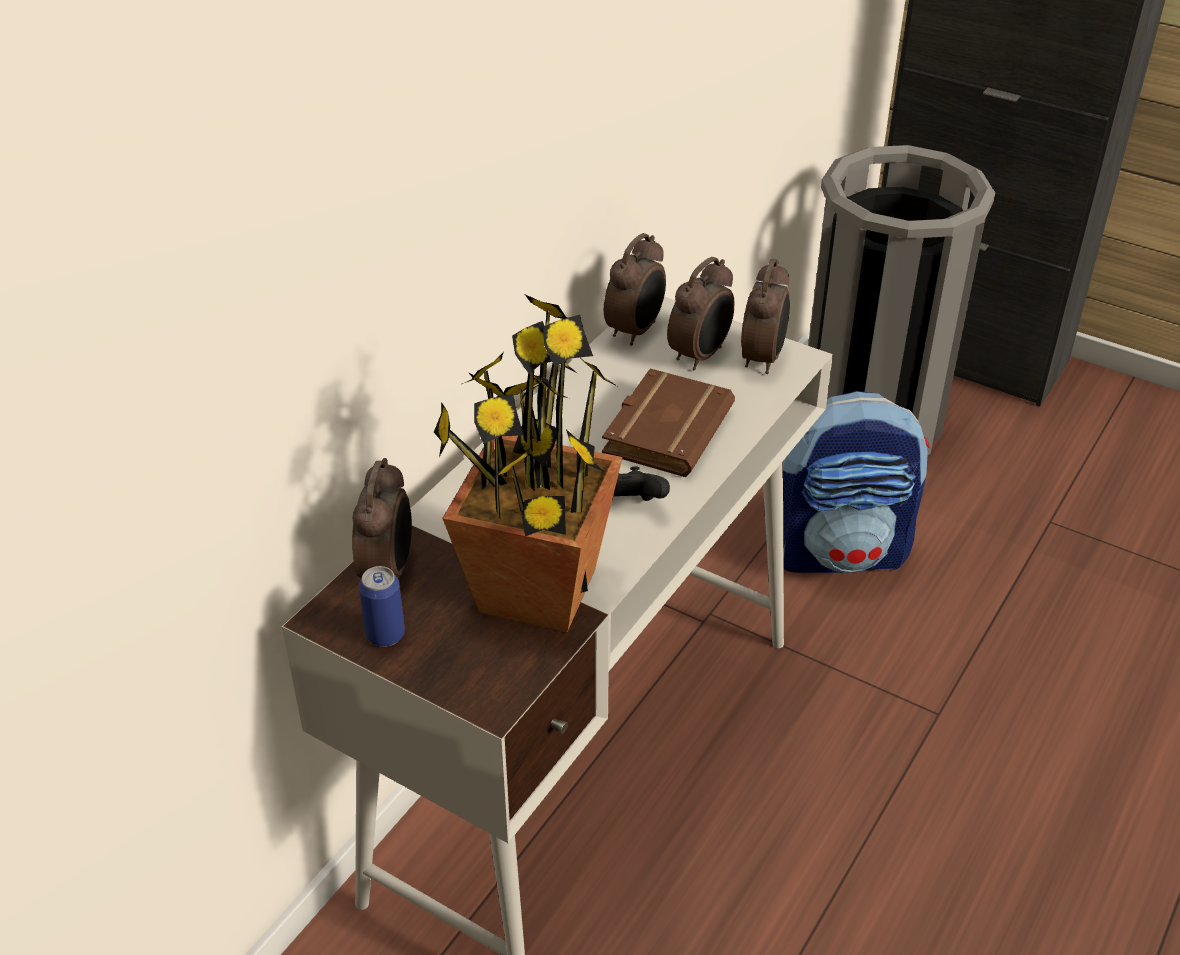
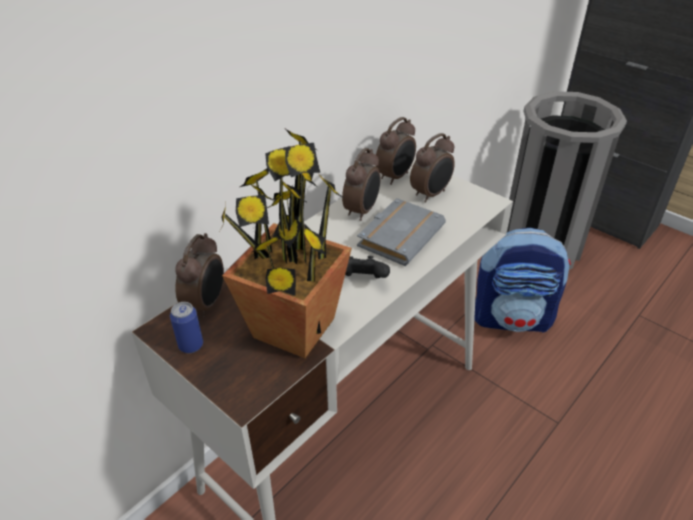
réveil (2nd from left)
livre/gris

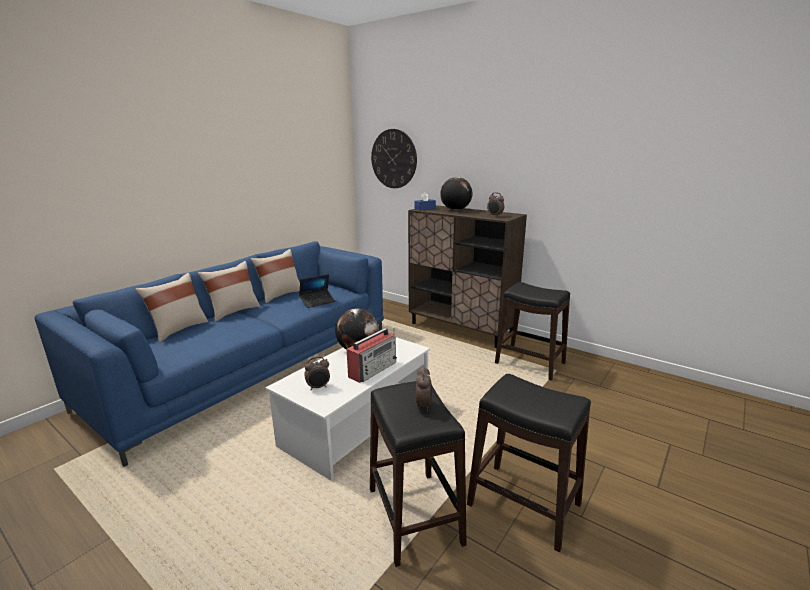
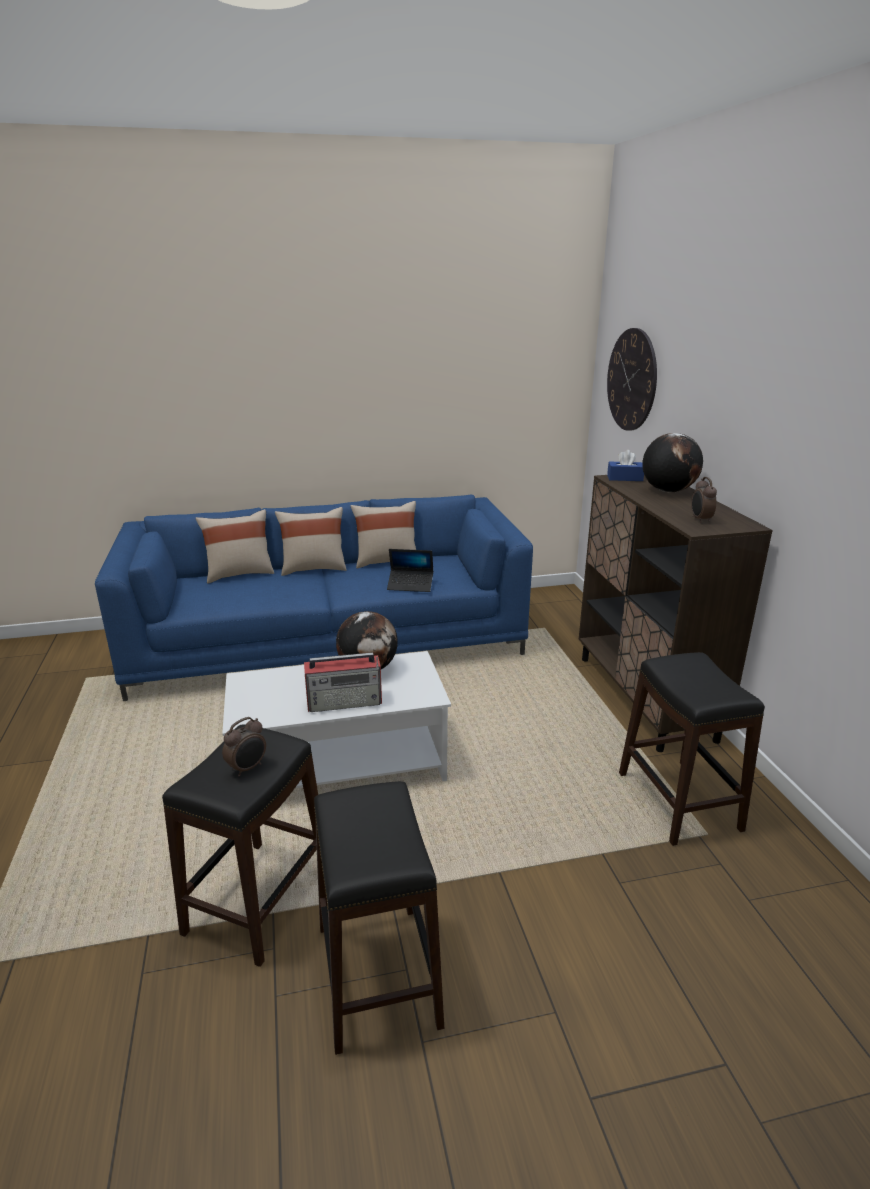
réveil (1st from left in the first image)

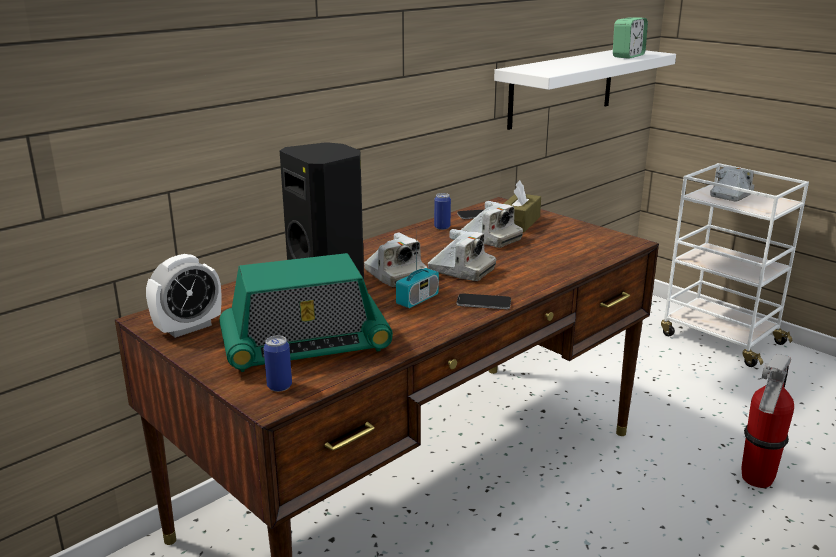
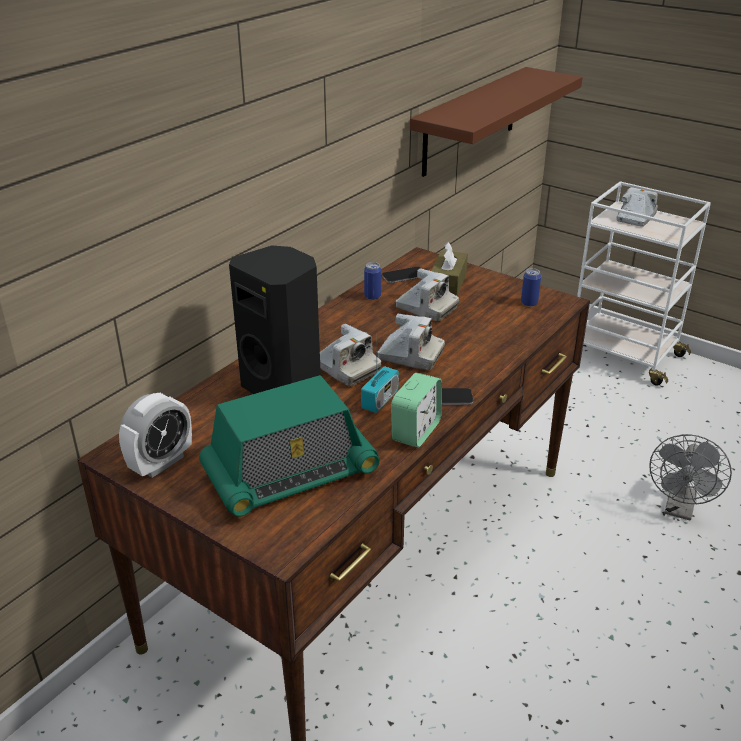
réveil (2nd from left)
étagère/marron
boîte métallique (2nd from left)
ventilateur/gris

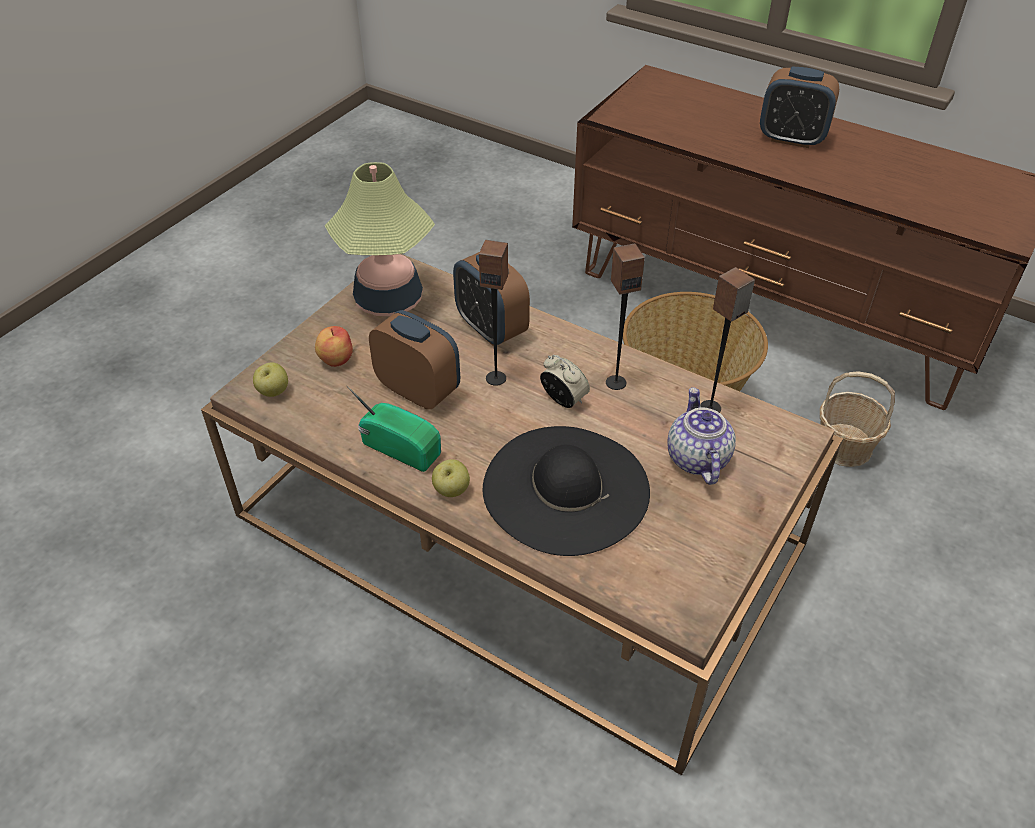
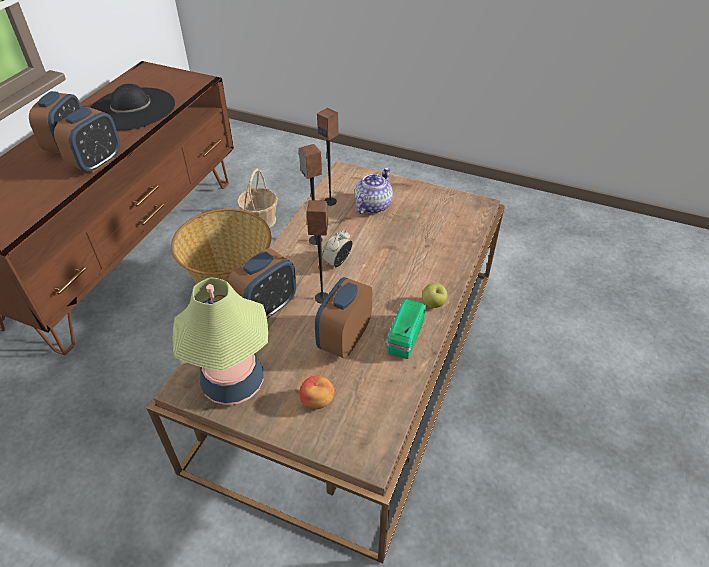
pomme (1st from left in the first image)
théière
chapeau/noir
réveil (2nd from left)

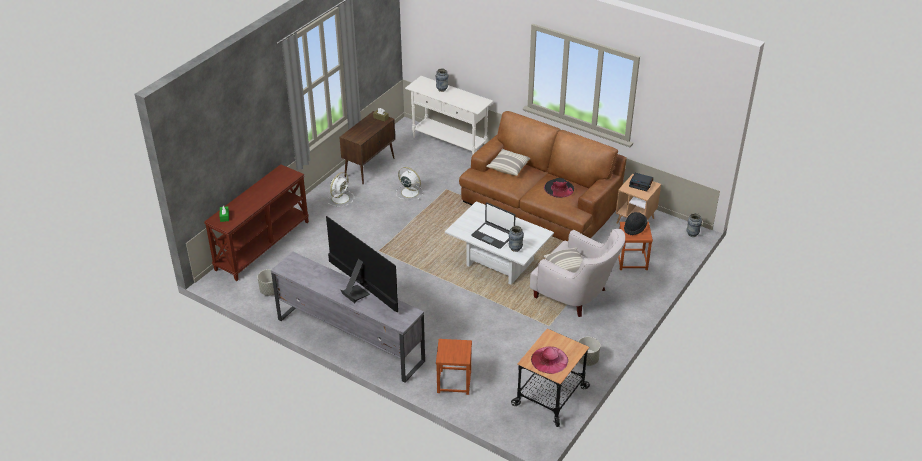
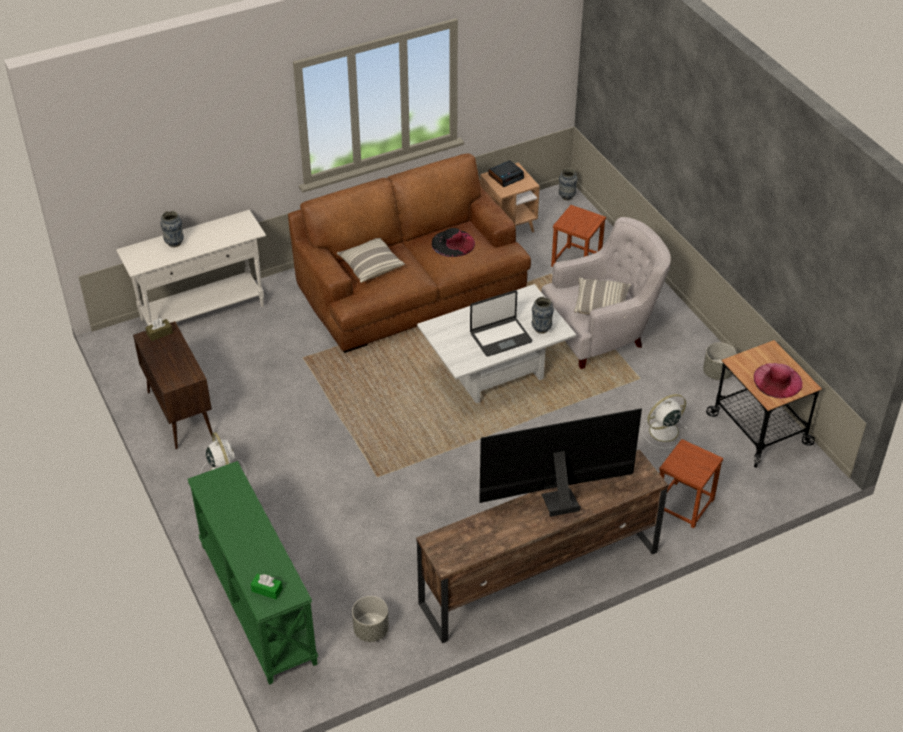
table console/vert
ventilateur/blanc (2nd from left)
chapeau/noir (2nd from left in the first image)
meuble télé/marron

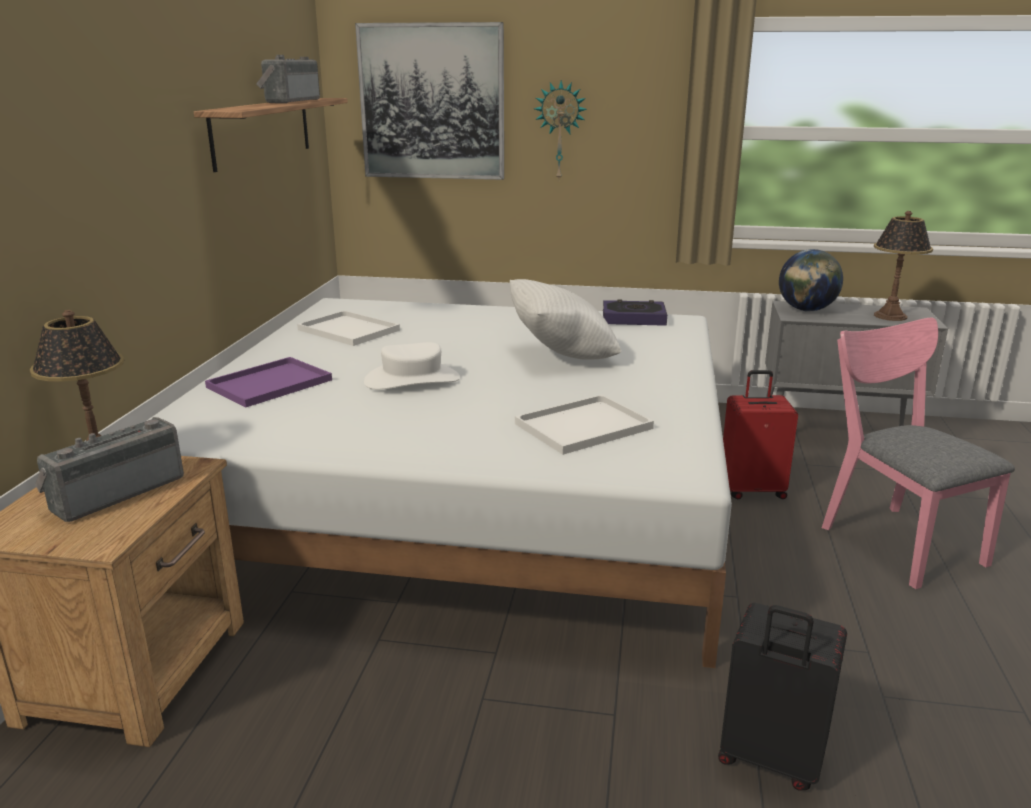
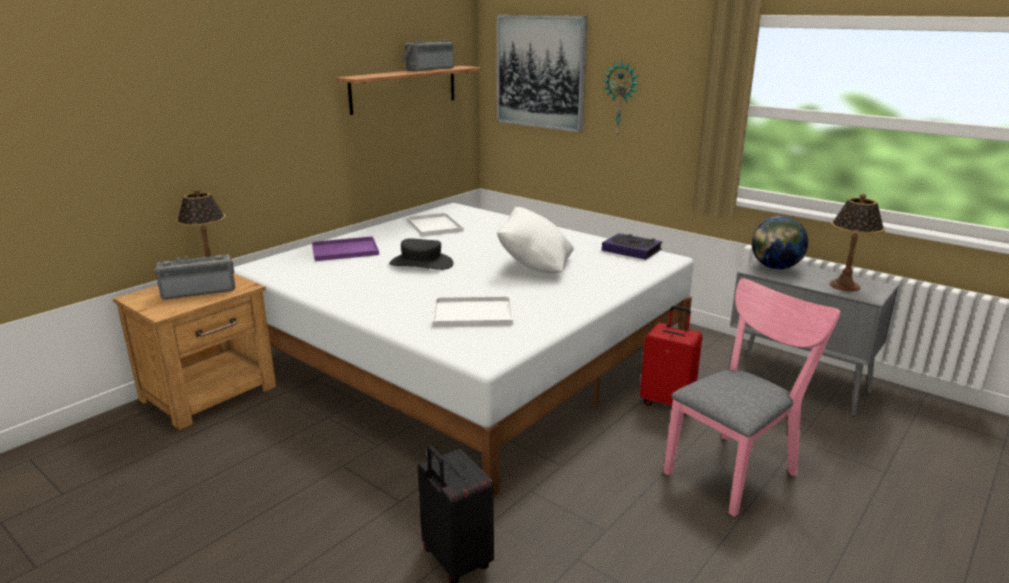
chaise/rose
chapeau/noir

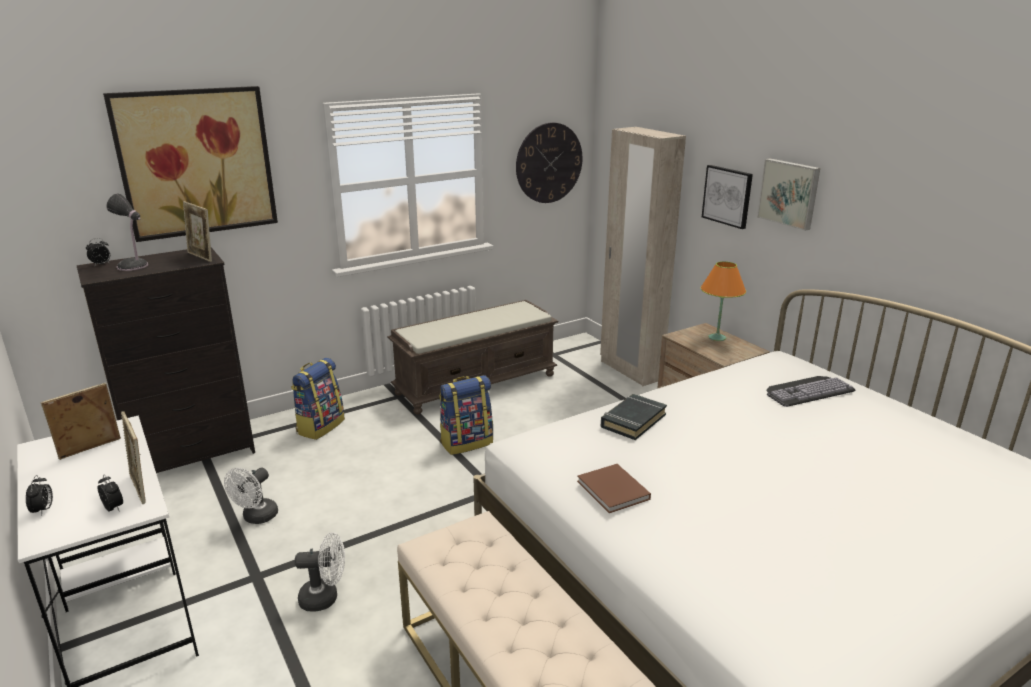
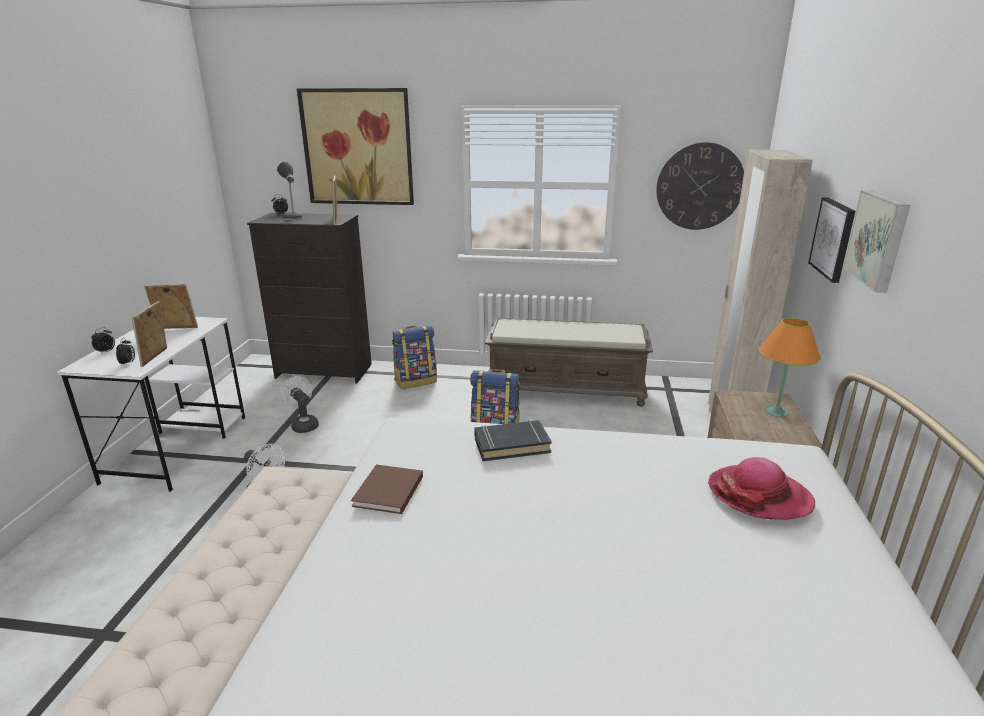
chapeau
ventilateur/blanc (2nd from left)

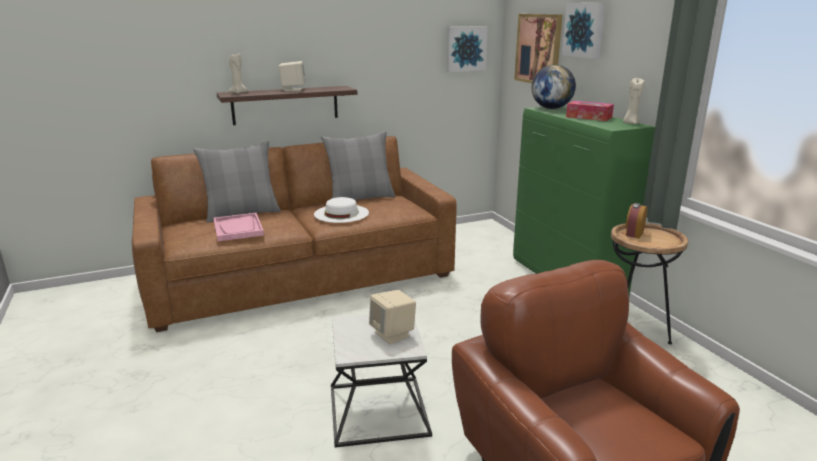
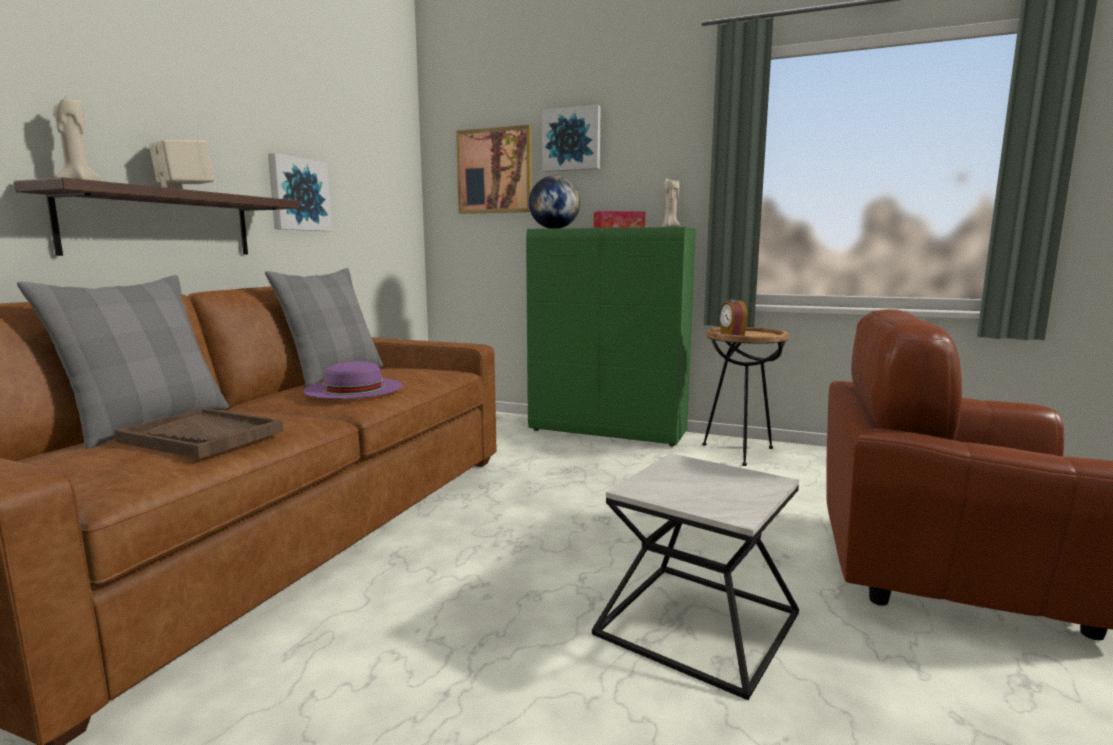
tableau (1st from left)
chapeau/violet
plateau/marron
enceinte/beige (2nd from left in the first image)

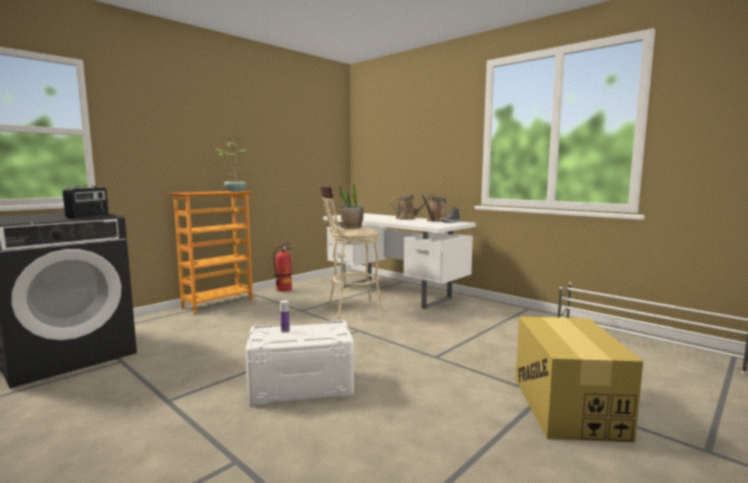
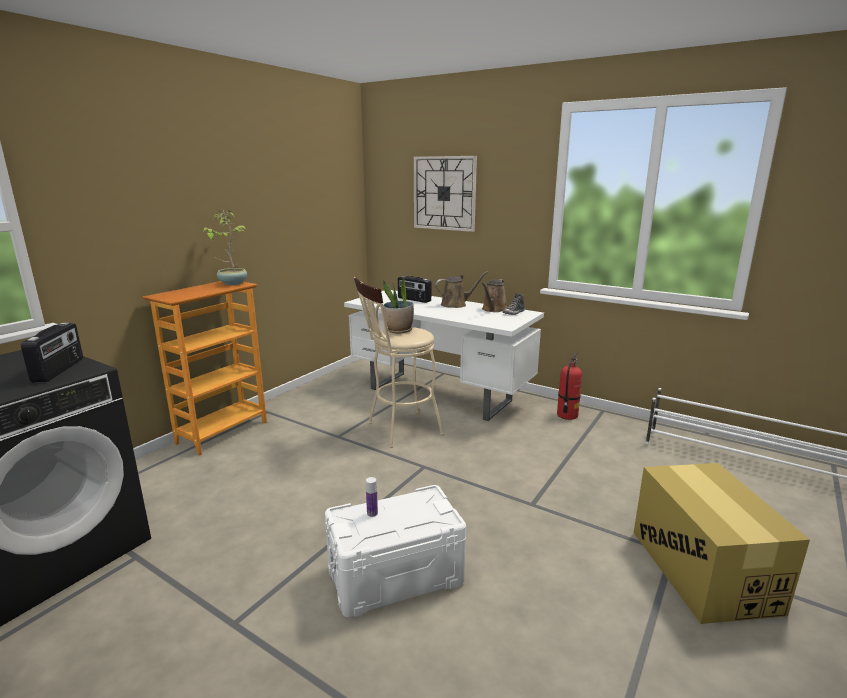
extincteur
horloge murale
radio (2nd from left)

